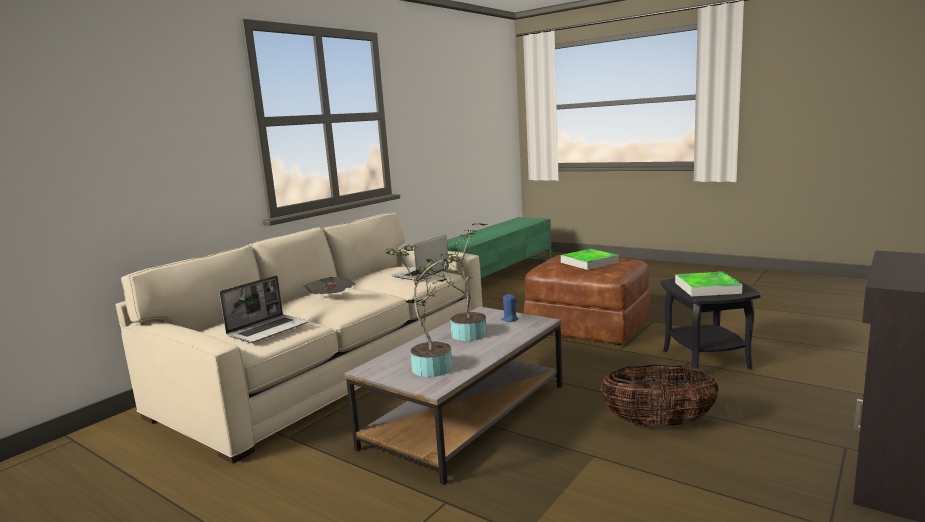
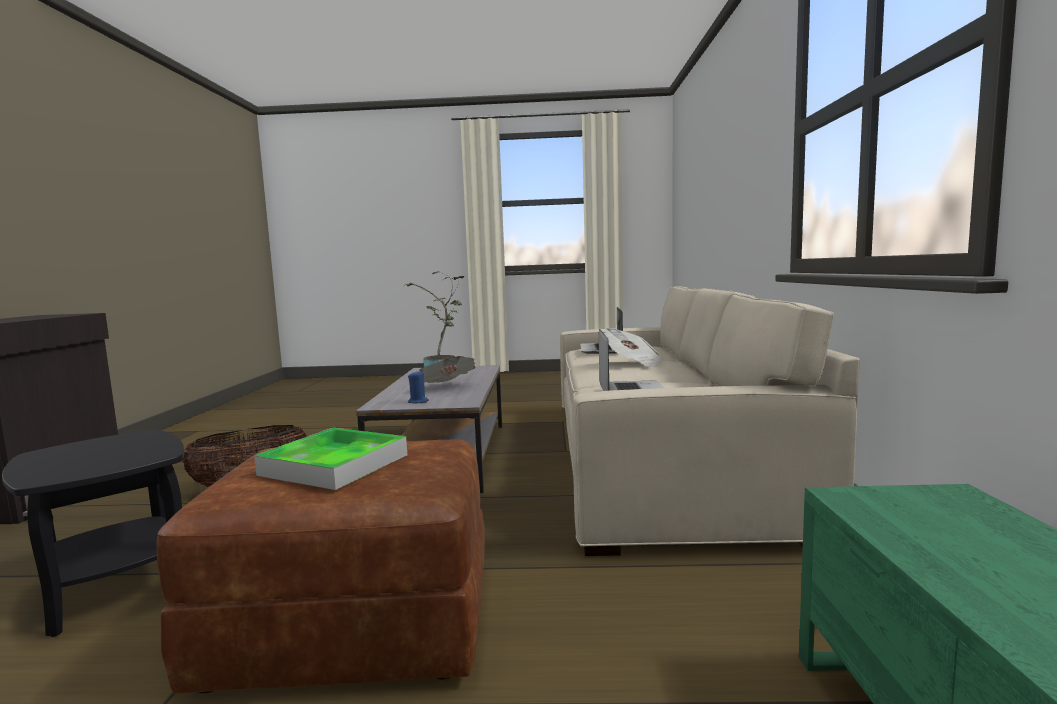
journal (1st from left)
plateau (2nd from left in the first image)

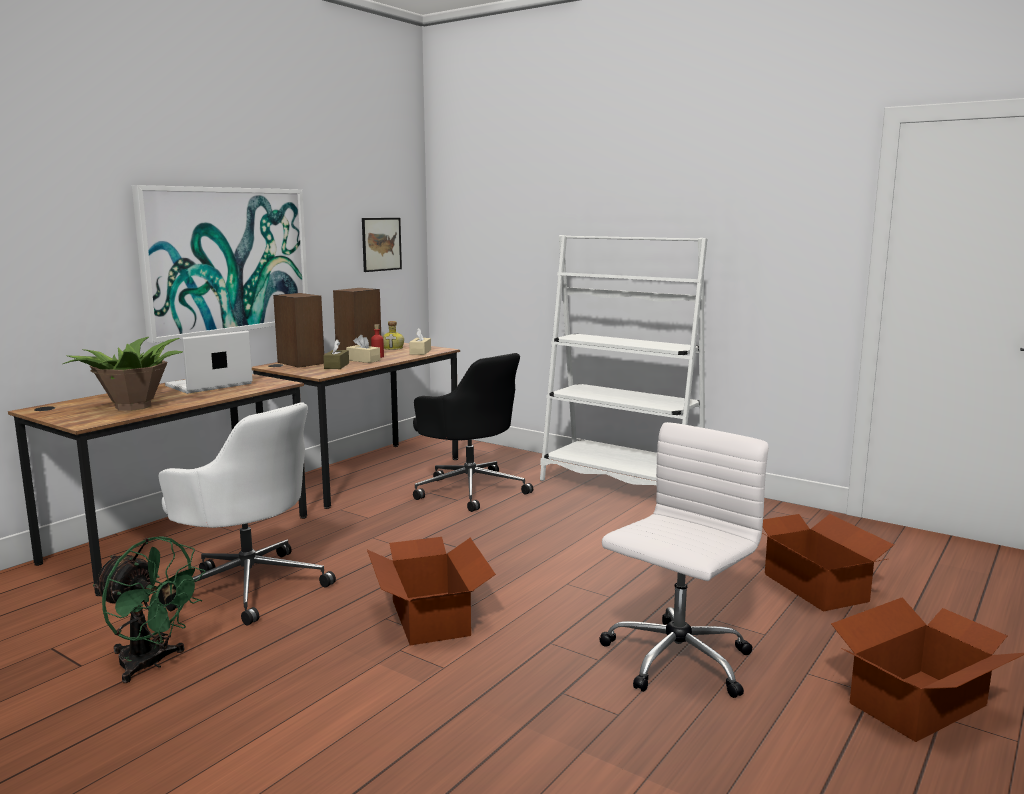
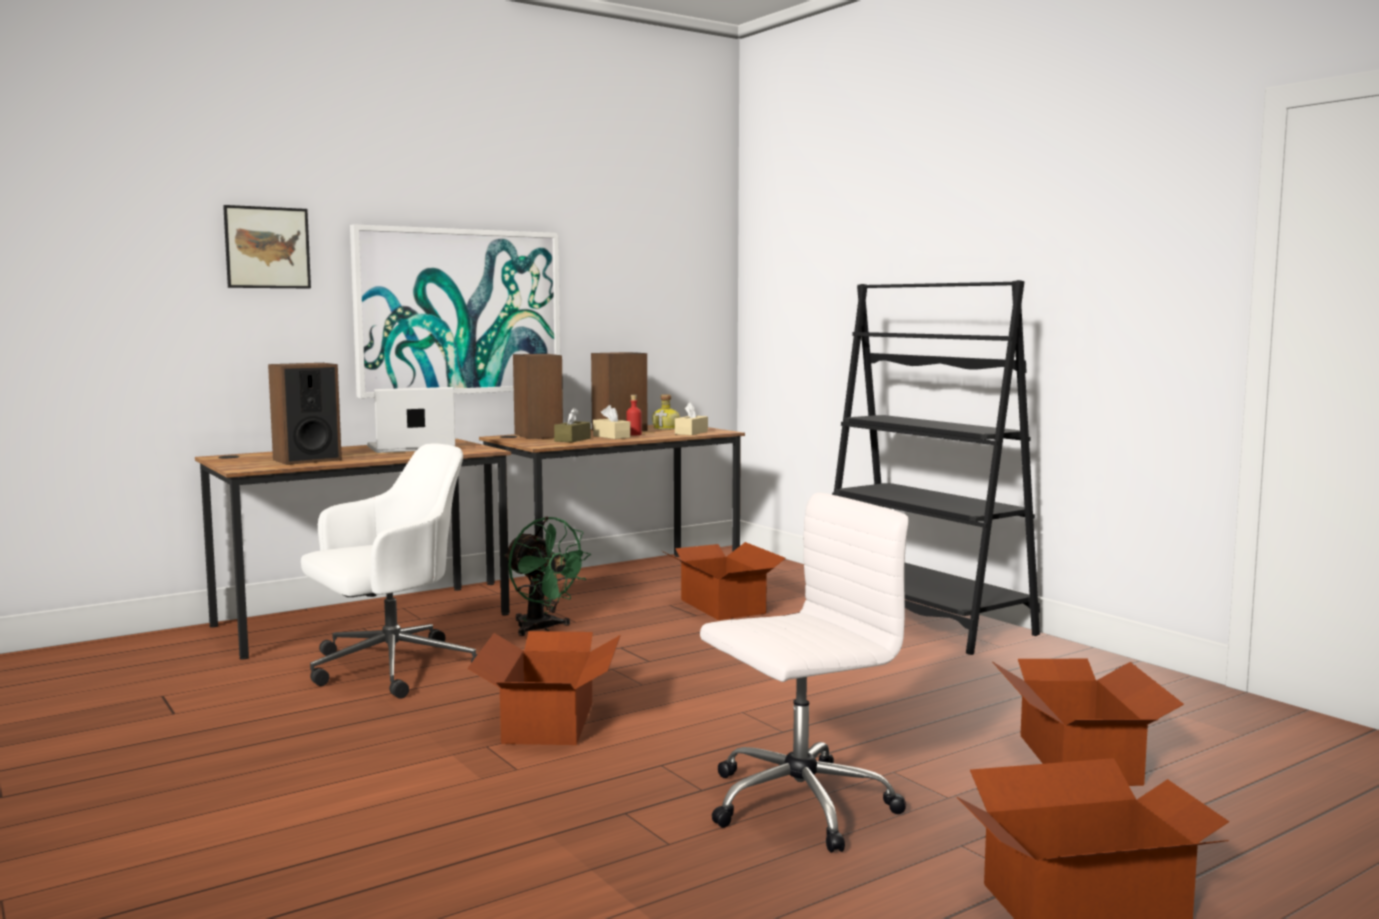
tableau (1st from left)
bibliothèque/noir
enceinte (1st from left)
carton (2nd from left)
chaise de bureau/blanc (1st from left)
ventilateur/vert

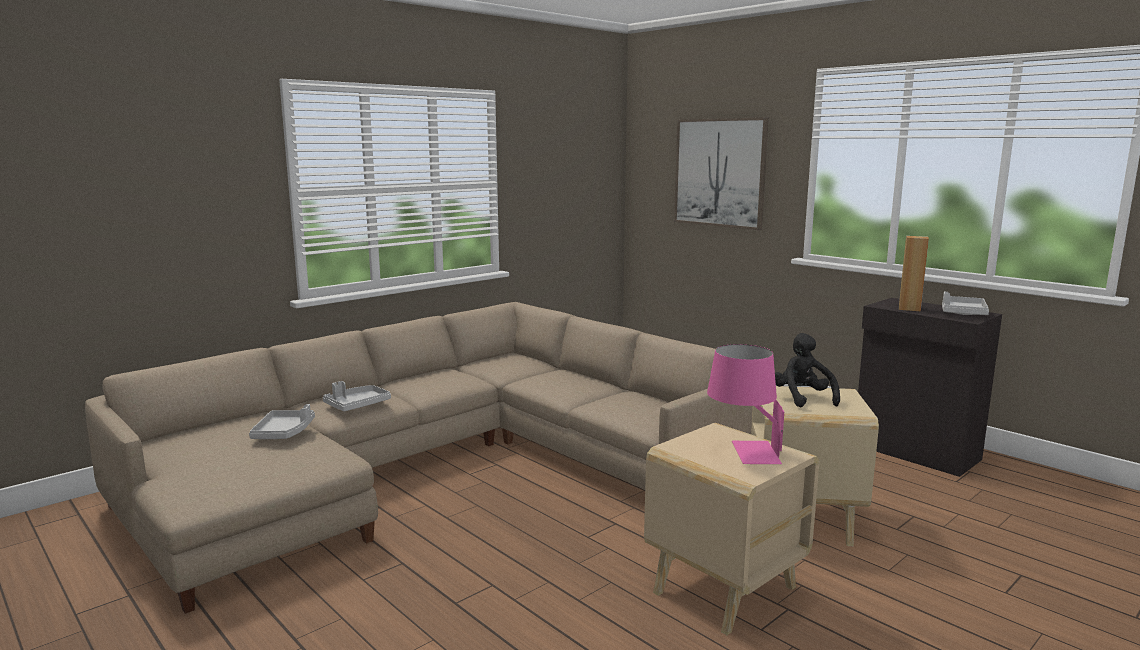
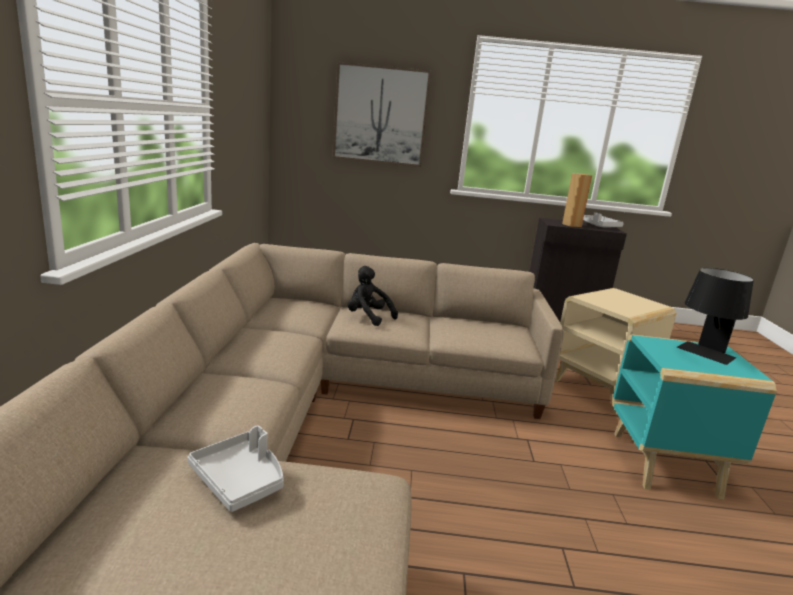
peluche/noir
lampe de table/noir
plateau/gris (2nd from left in the first image)
table d'appoint/turquoise

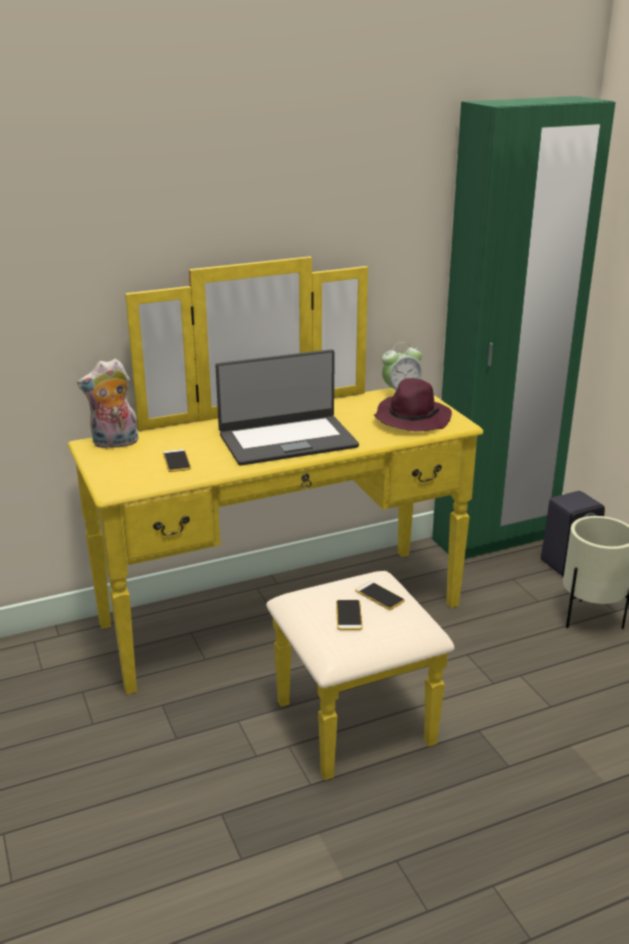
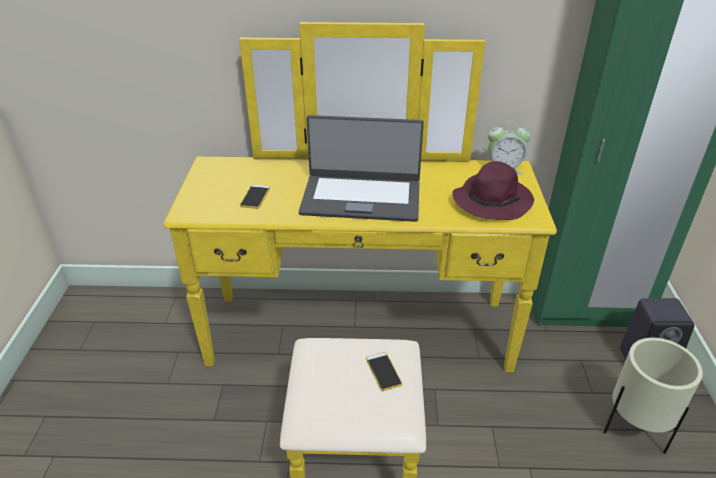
peluche
téléphone (2nd from left in the first image)

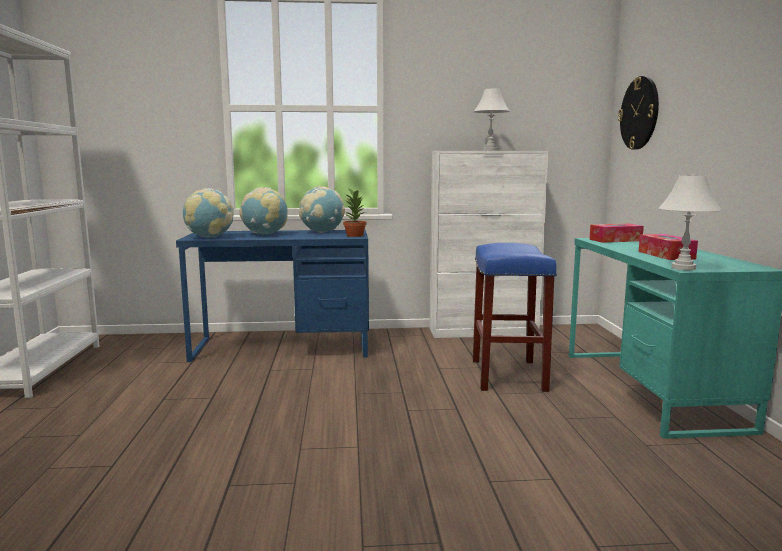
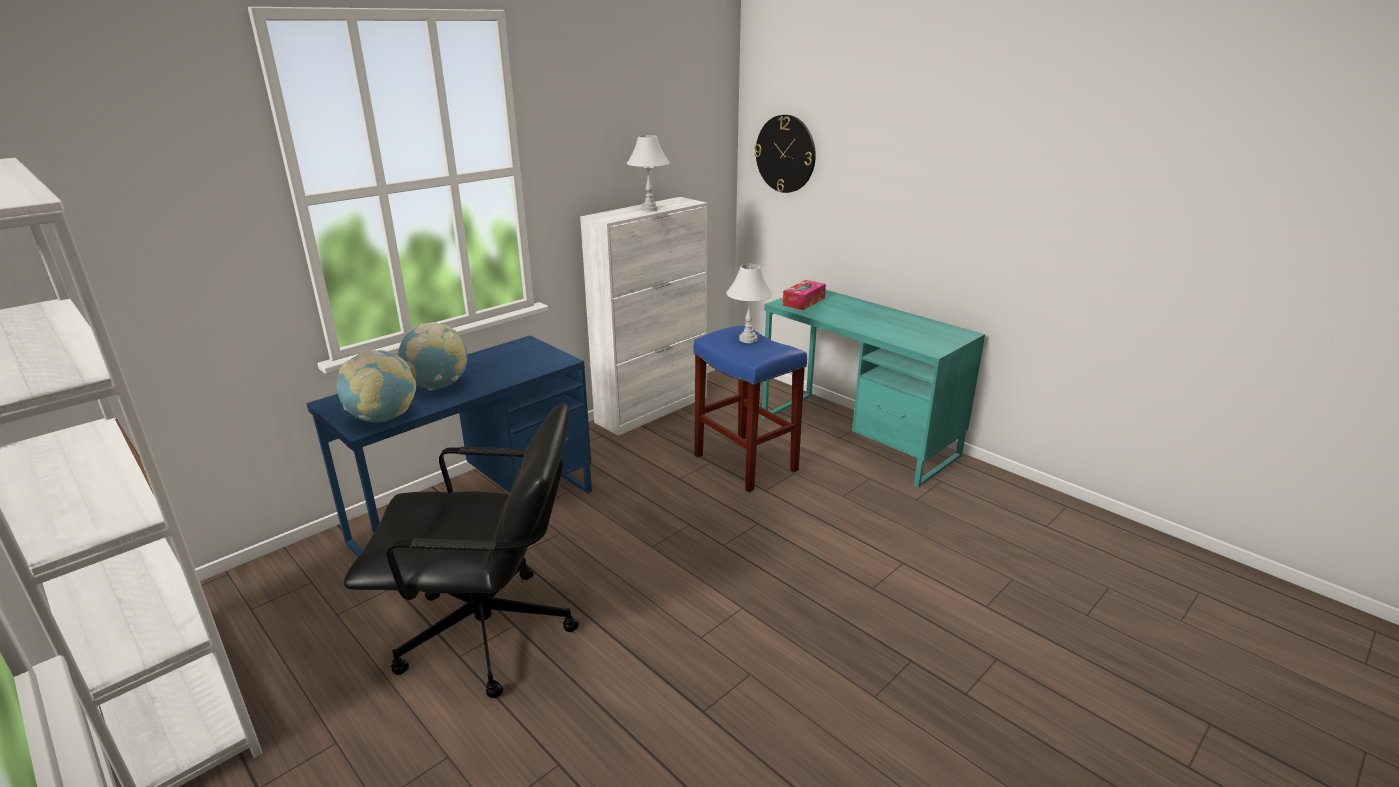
lampe de table/blanc (2nd from left)
globe (3rd from left in the first image)
plante en pot
boîte à mouchoirs (2nd from left in the first image)
chaise de bureau/noir

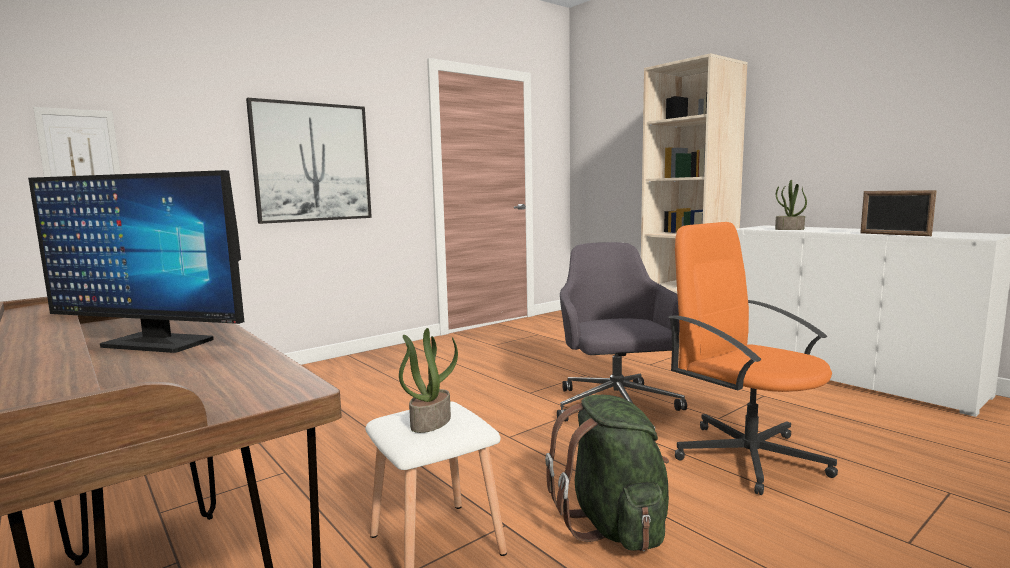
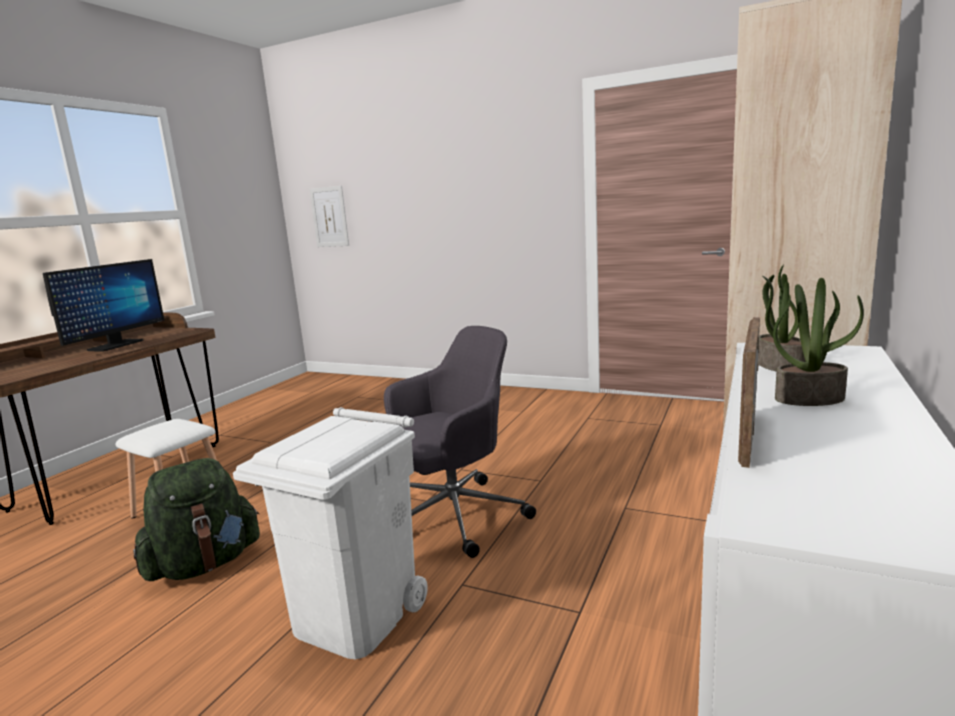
tableau (2nd from left in the first image)
écran d'ordinateur
poubelle/blanc
plante en pot (2nd from left)

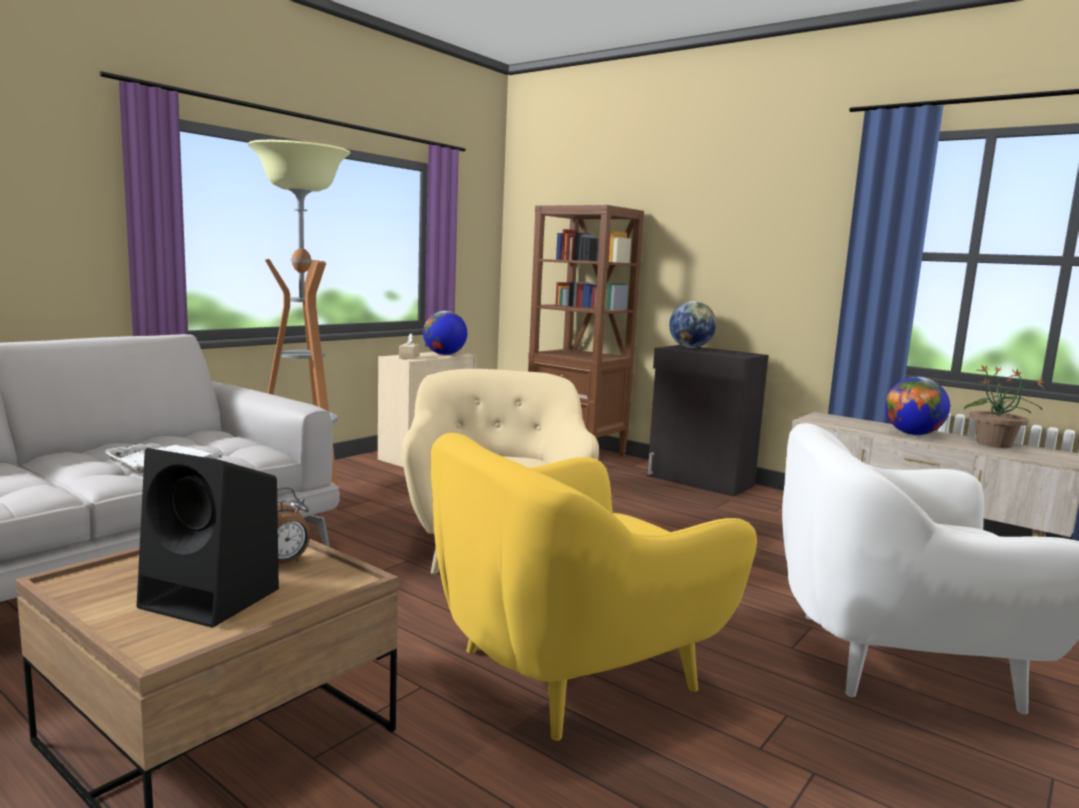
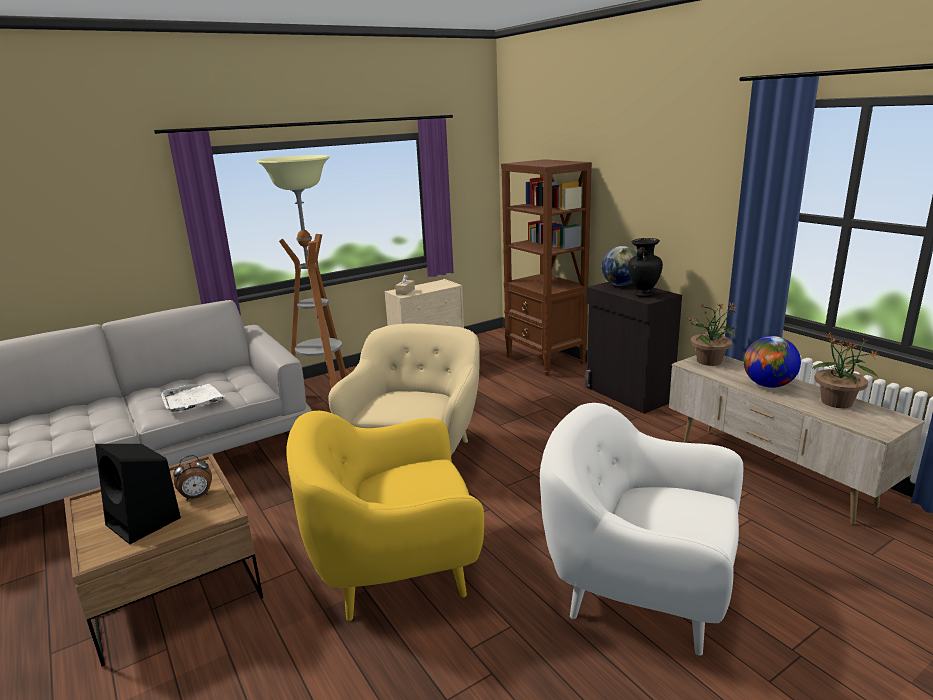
globe (1st from left in the first image)
vase/noir
plante en pot (1st from left)

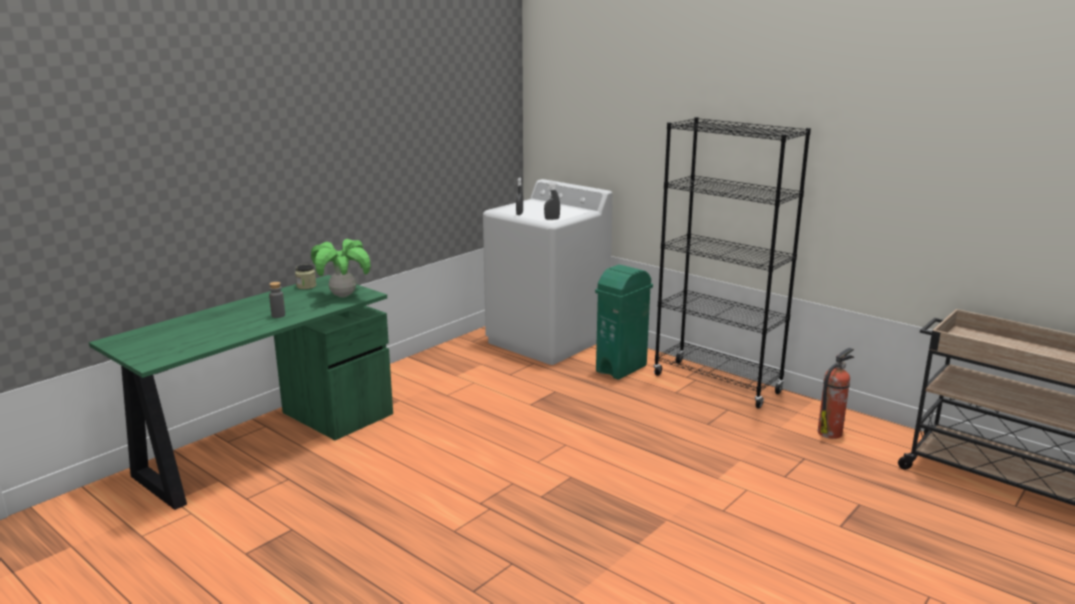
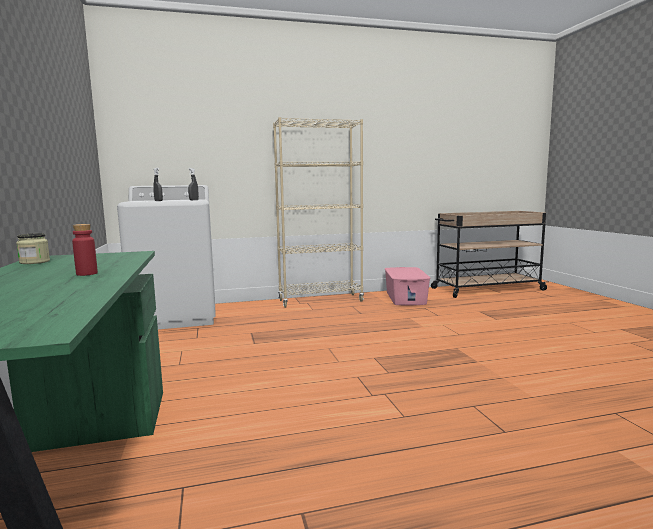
bibliothèque/beige
plante en pot
poubelle/vert
bouteille/rouge
boîte de rangement/rose

